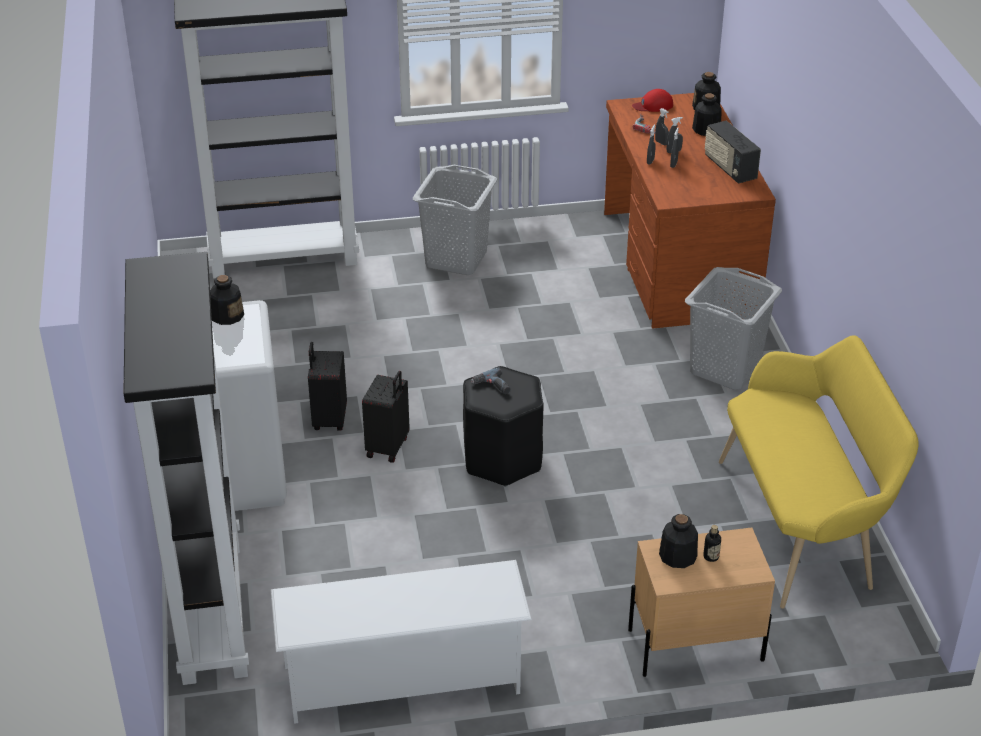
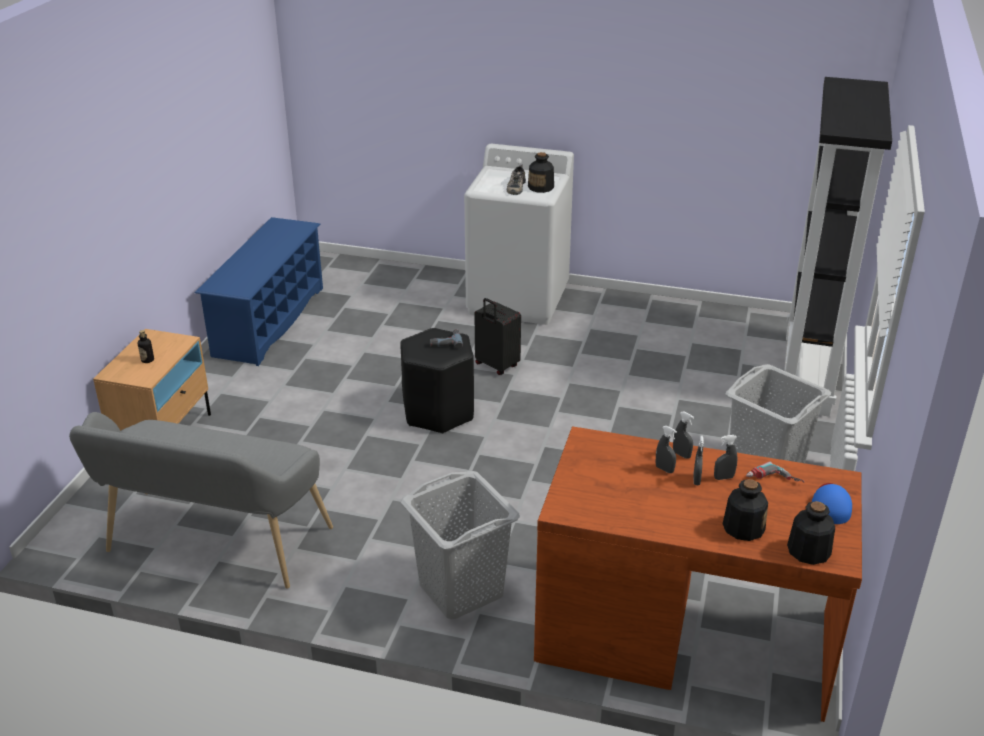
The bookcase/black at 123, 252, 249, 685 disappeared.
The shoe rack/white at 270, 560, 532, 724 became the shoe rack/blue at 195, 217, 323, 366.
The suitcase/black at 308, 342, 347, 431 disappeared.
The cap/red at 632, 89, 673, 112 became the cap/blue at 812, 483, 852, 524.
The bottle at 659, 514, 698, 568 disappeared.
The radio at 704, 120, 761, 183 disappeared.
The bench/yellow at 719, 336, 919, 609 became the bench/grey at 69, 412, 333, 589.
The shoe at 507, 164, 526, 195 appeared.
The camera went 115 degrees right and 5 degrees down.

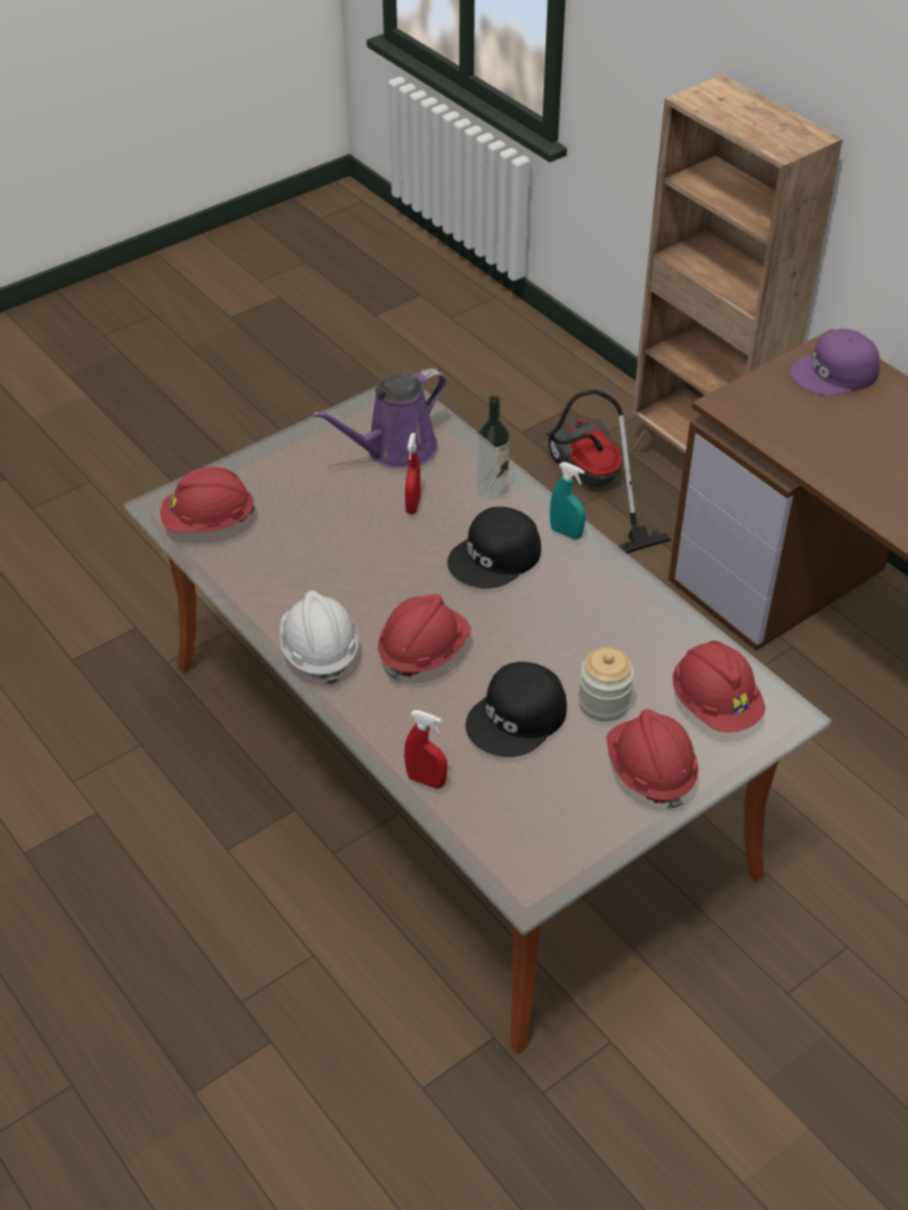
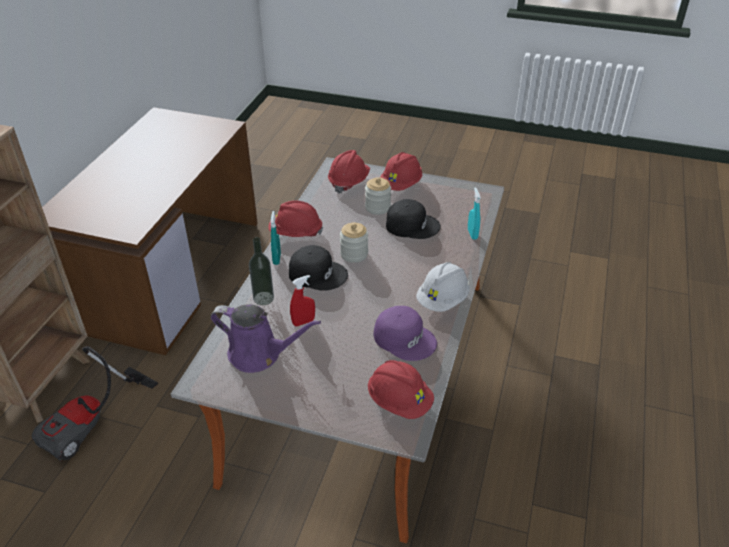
The hard hat/red moved from 378, 594, 471, 681 to 268, 201, 323, 237.
The spray bottle/red at 404, 710, 447, 788 became the spray bottle/turquoise at 468, 187, 481, 240.
The cap/purple moved from 790, 329, 880, 396 to 374, 306, 437, 361.
The jar at 340, 222, 368, 263 appeared.
The camera went 125 degrees left and 5 degrees down.

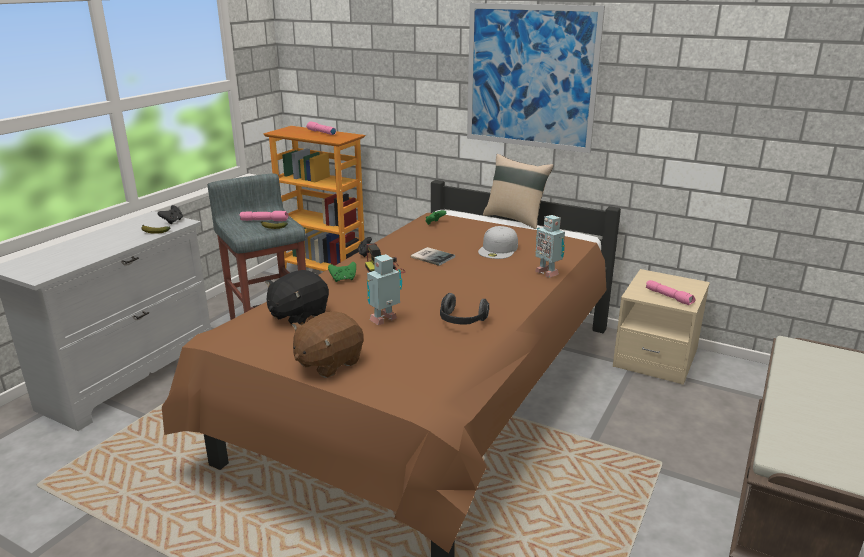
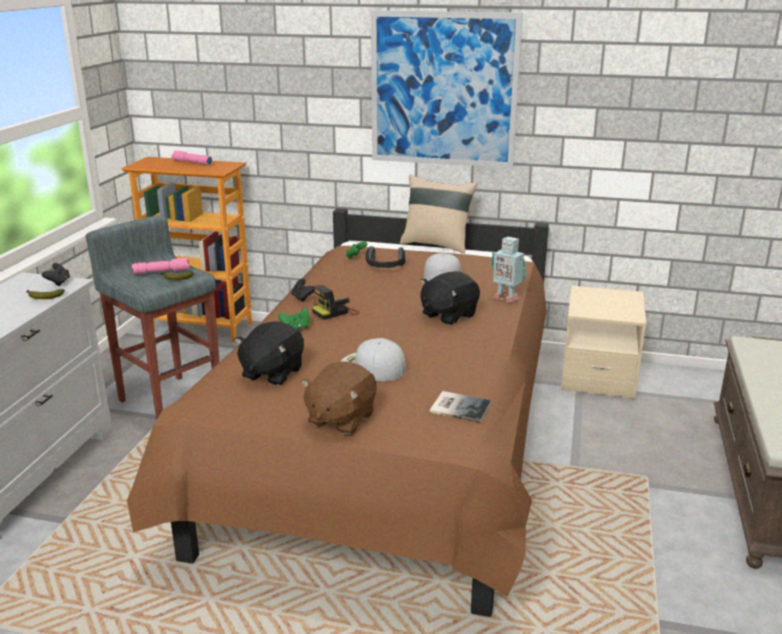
The toy robot at 367, 254, 402, 325 was replaced by the cap/white at 340, 338, 406, 381.
The book moved from 411, 247, 455, 266 to 430, 391, 491, 423.
The headphones moved from 440, 293, 489, 324 to 365, 246, 405, 268.
The flashlight/pink at 646, 280, 696, 305 disappeared.
The plush toy/black at 420, 271, 480, 325 appeared.
The camera went 15 degrees left and 0 degrees up.

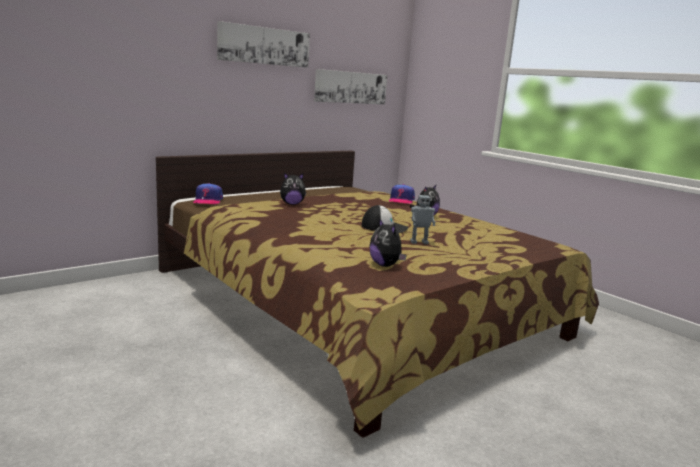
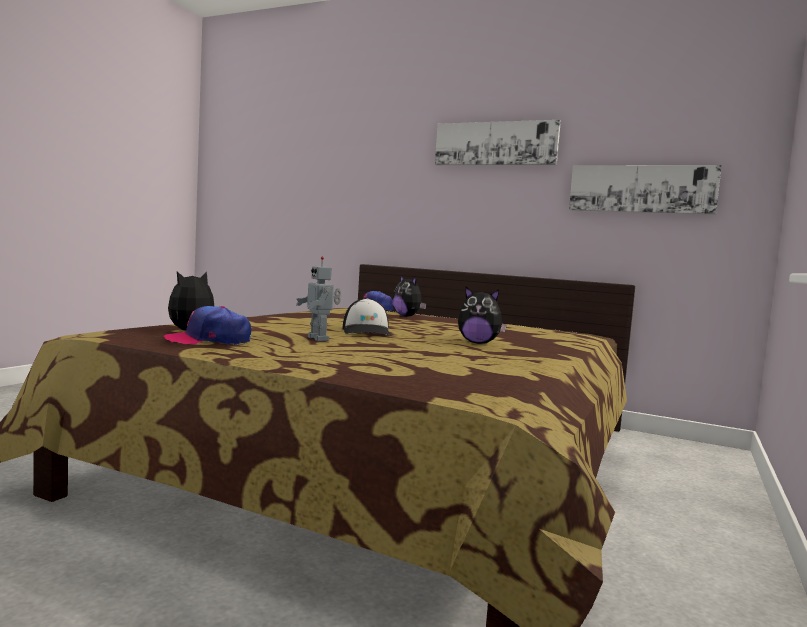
The cap moved from 389, 184, 415, 204 to 164, 306, 251, 345.
The camera went 65 degrees right and 10 degrees down.

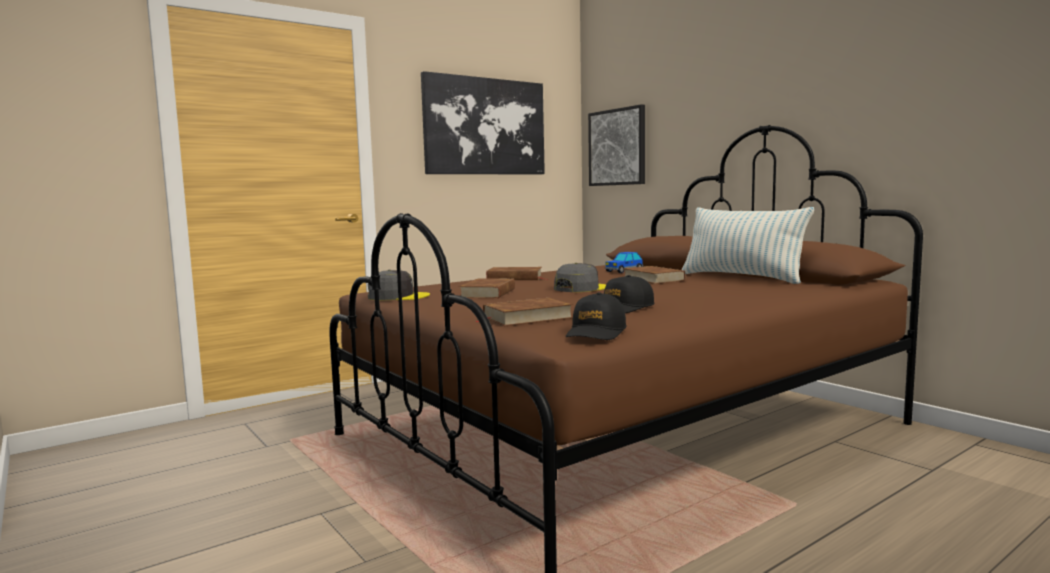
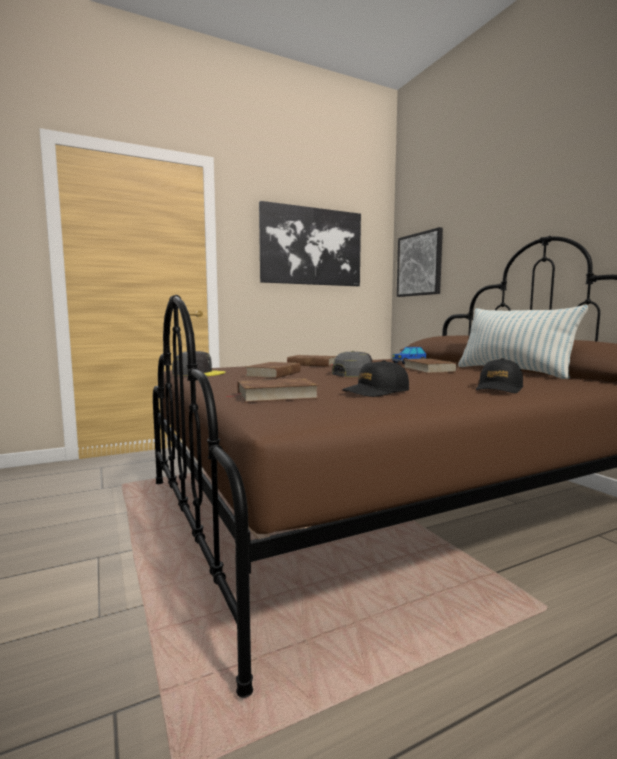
The cap/black moved from 566, 292, 627, 340 to 476, 358, 523, 393.
The camera went 10 degrees right and 0 degrees up.

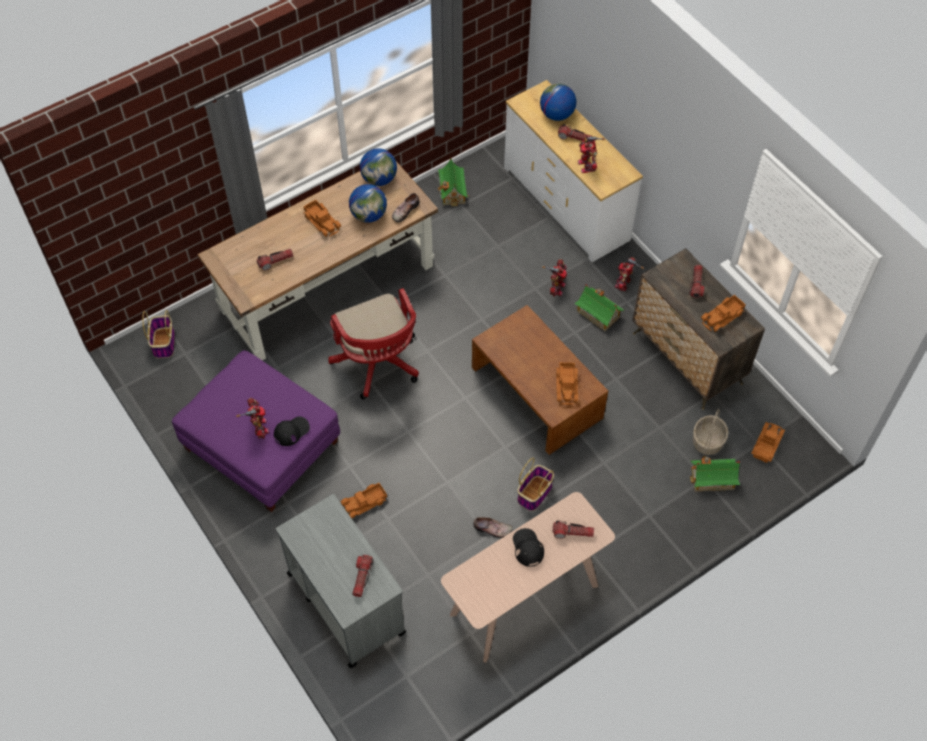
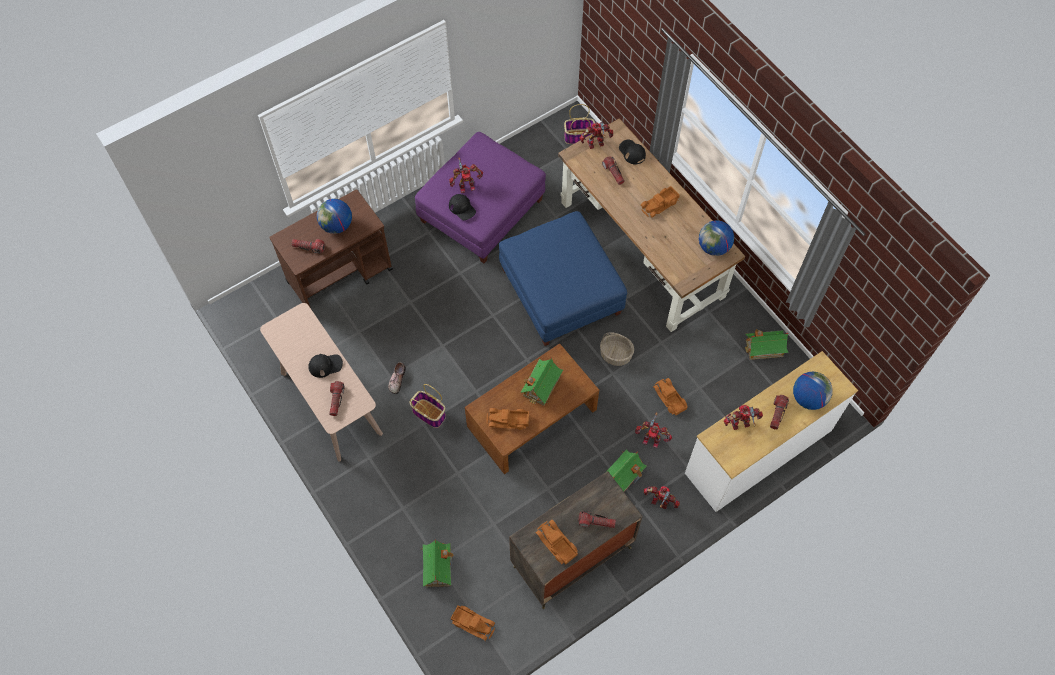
The cart/grey at 276, 494, 406, 668 became the cart/brown at 269, 189, 393, 307.
The office chair/red at 328, 288, 419, 400 was replaced by the ottoman/blue at 499, 211, 627, 346.
The toy truck moved from 340, 483, 387, 518 to 653, 378, 687, 415.
The globe moved from 349, 184, 387, 223 to 317, 199, 352, 234.
The shoe at 392, 193, 420, 222 disappeared.
The basket moved from 693, 409, 729, 455 to 600, 332, 634, 366.
The toy house at 520, 358, 563, 406 appeared.
The toy robot at 579, 122, 613, 149 appeared.
The cap/black at 619, 140, 646, 165 appeared.
The camera went 90 degrees right and 5 degrees up.

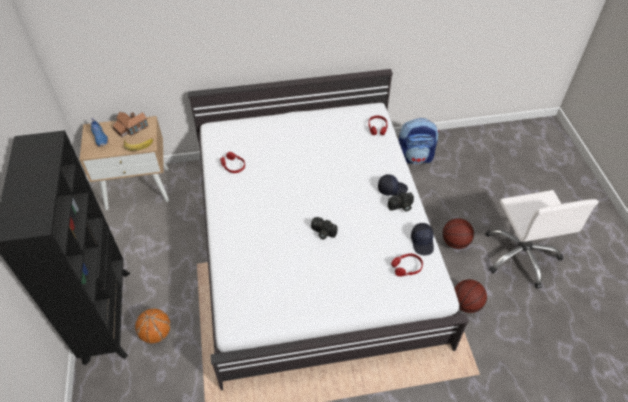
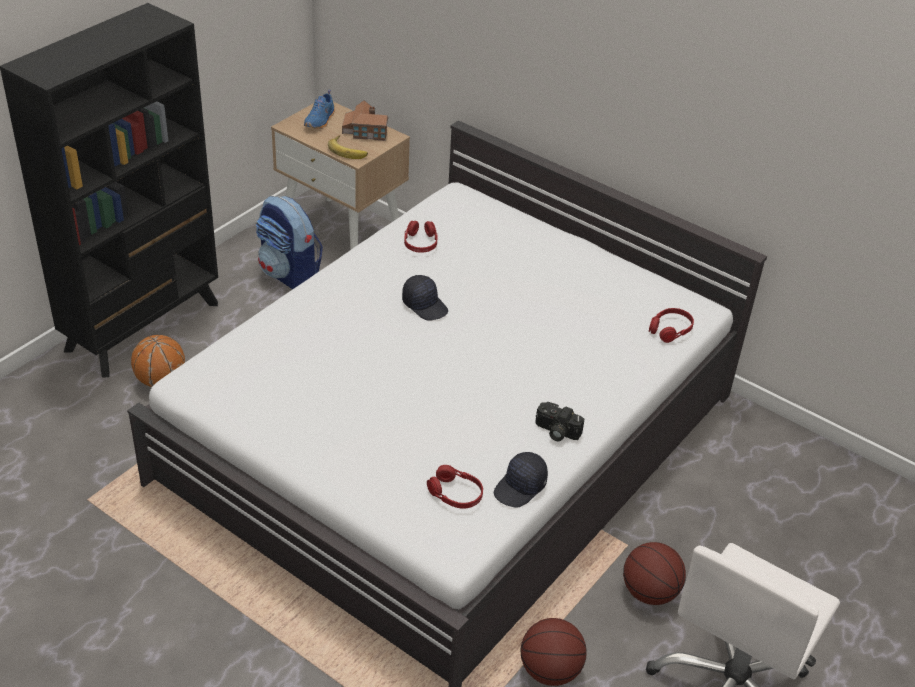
The photo camera at 311, 217, 338, 240 disappeared.
The cap/black moved from 378, 174, 408, 196 to 402, 275, 448, 321.
The backpack moved from 399, 118, 439, 164 to 256, 196, 323, 289.
The camera went 45 degrees right and 10 degrees down.

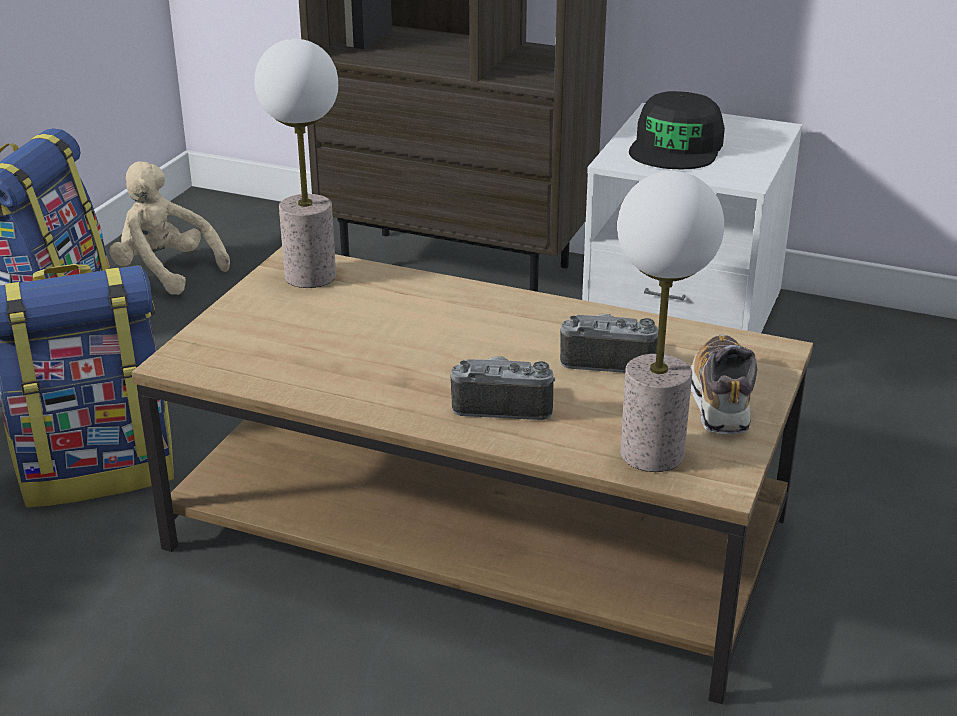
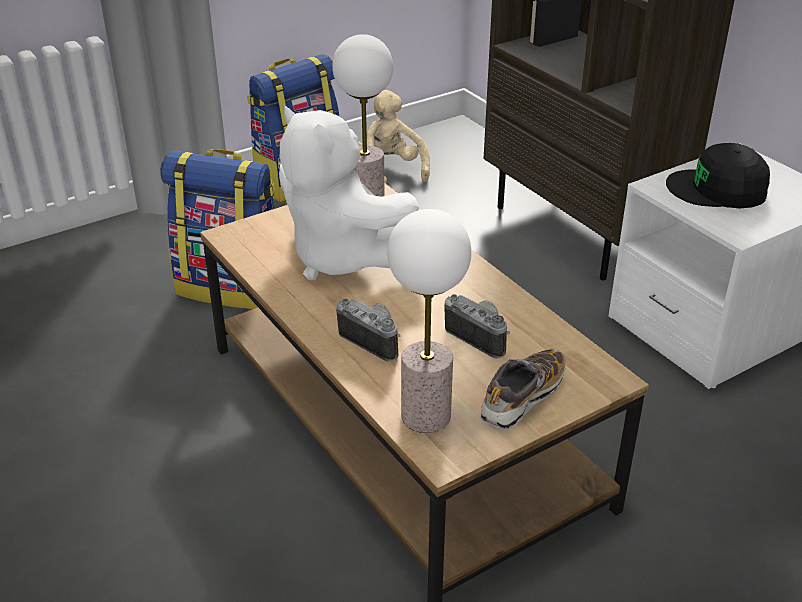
The cap/black at 629, 91, 725, 169 turned 45 degrees clockwise.
The plush toy/white at 279, 105, 419, 280 appeared.
The camera went 35 degrees right and 5 degrees up.

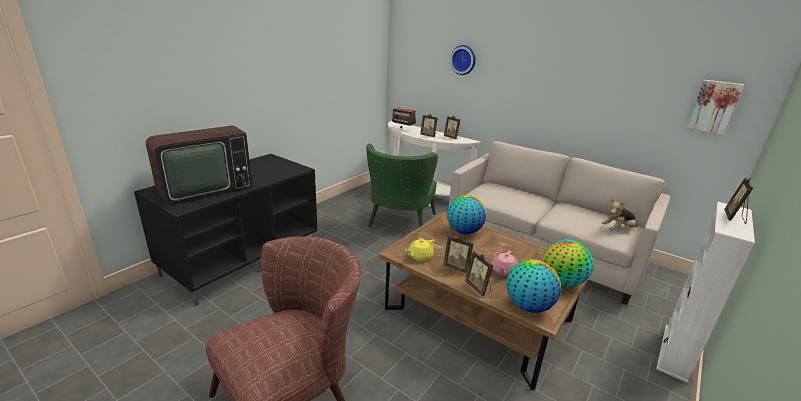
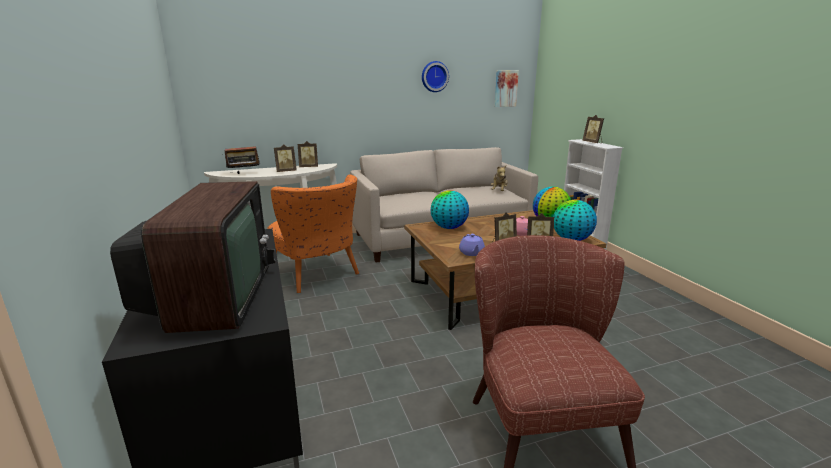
The armchair/green at 366, 144, 438, 227 became the armchair/orange at 267, 175, 359, 293.
The teapot/yellow at 406, 239, 435, 261 became the teapot/purple at 459, 234, 485, 256.
The wall clock moved from 450, 45, 476, 75 to 422, 61, 449, 92.
The camera went 55 degrees left and 5 degrees down.

